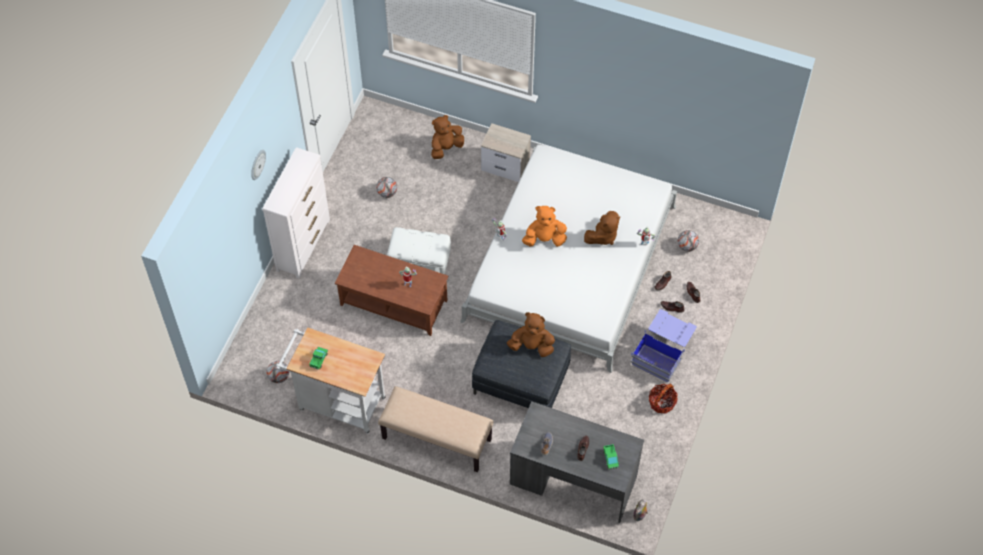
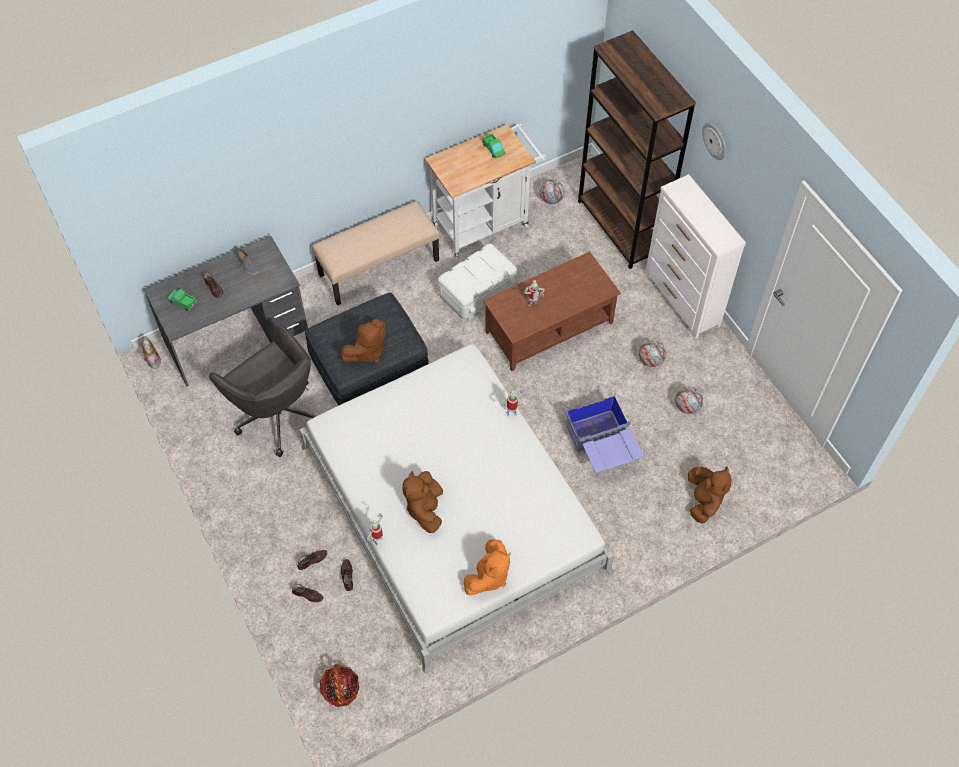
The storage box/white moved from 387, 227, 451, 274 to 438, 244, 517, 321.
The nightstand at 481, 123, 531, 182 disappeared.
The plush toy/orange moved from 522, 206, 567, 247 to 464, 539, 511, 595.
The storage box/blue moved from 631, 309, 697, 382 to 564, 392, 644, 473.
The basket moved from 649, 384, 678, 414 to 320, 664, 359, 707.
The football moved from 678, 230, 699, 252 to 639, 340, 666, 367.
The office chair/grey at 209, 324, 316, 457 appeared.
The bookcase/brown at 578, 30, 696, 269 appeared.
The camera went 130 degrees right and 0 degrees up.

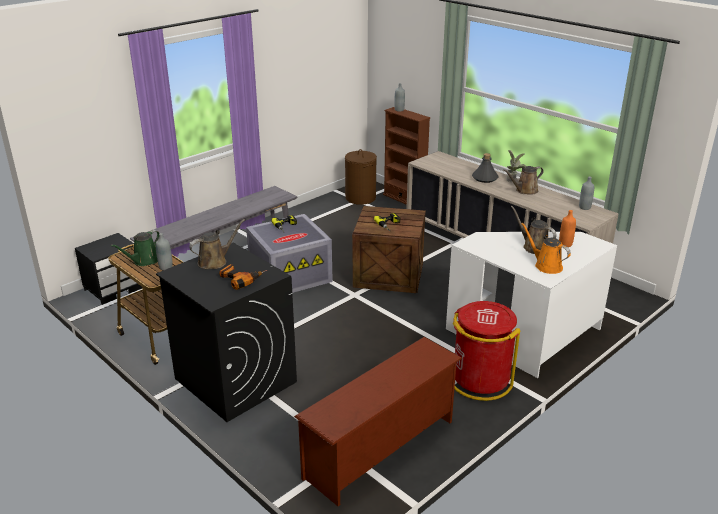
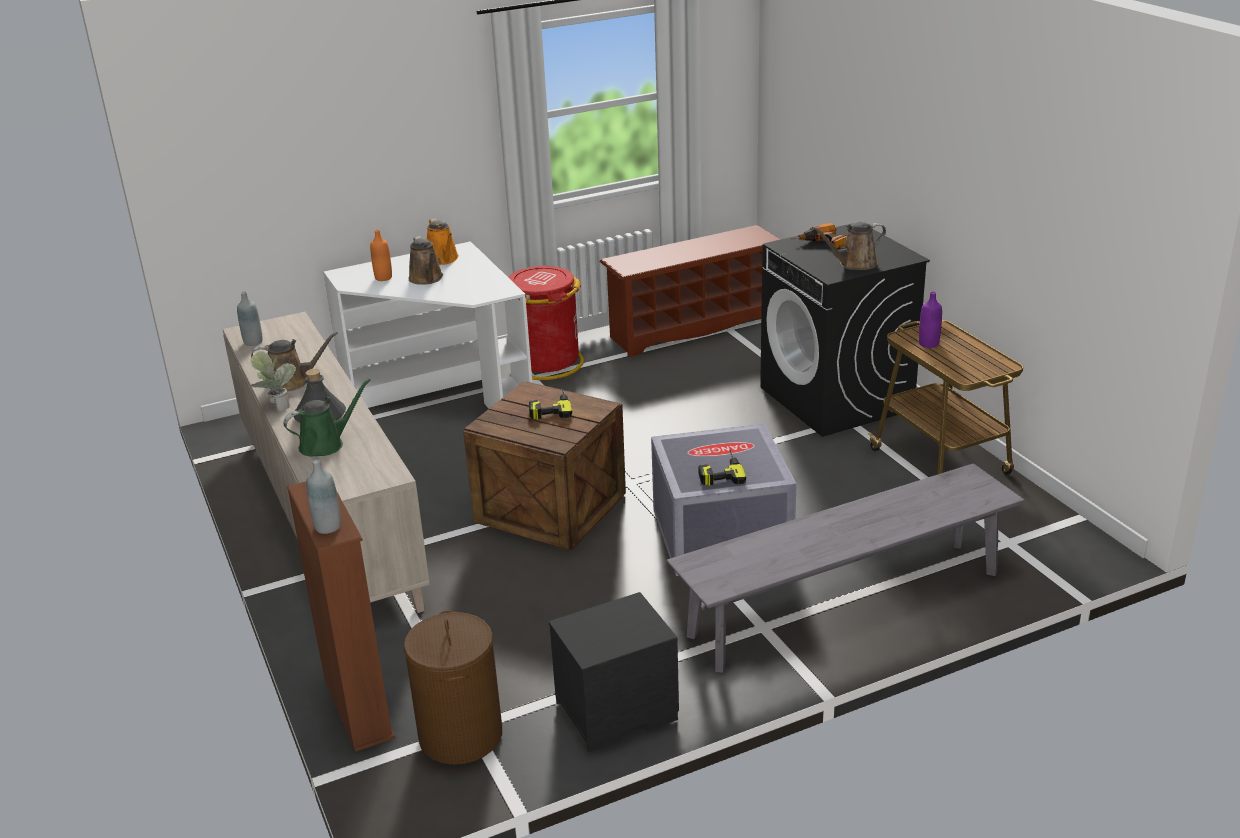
The nightstand/black moved from 75, 233, 142, 305 to 549, 592, 679, 752.
The watering can/green moved from 111, 230, 159, 266 to 283, 379, 371, 457.
The bottle/grey at 156, 233, 173, 270 became the bottle/purple at 919, 292, 942, 348.
The camera went 160 degrees left and 0 degrees up.

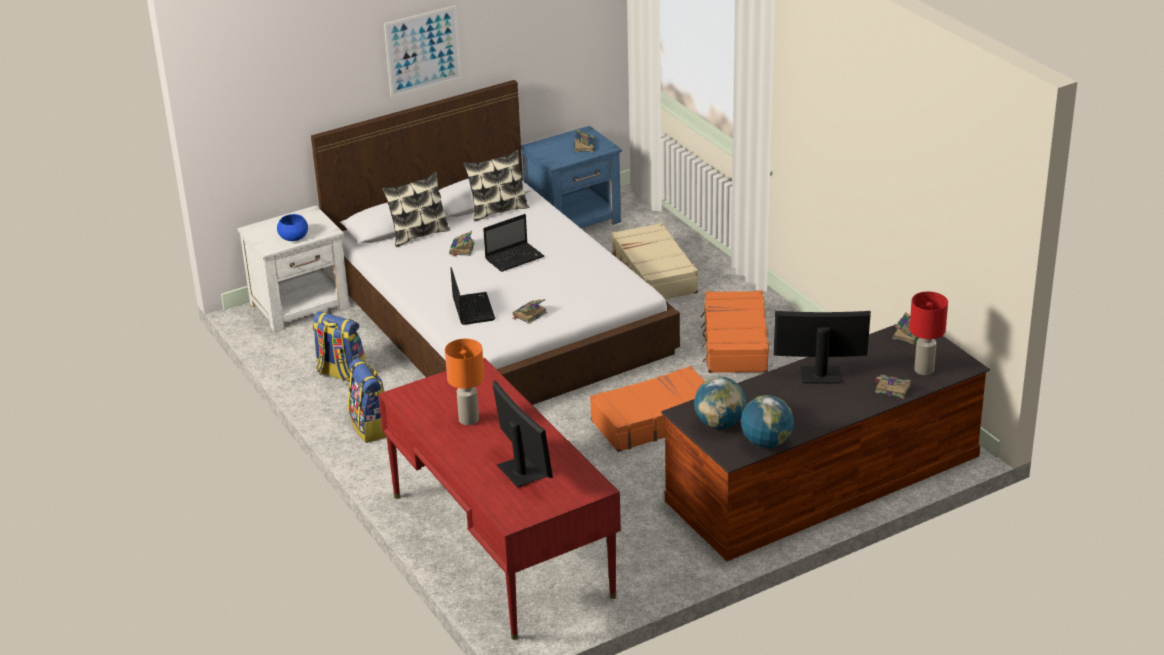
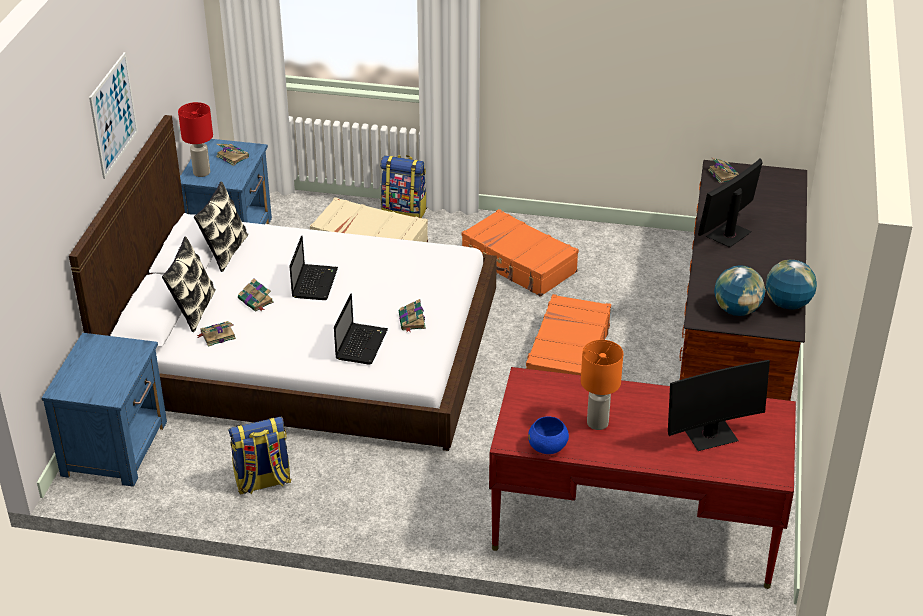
The nightstand/white at 237, 205, 350, 332 became the nightstand/blue at 42, 333, 167, 487.
The bowl/blue moved from 277, 214, 308, 241 to 528, 416, 569, 454.
The backpack moved from 348, 359, 386, 443 to 380, 155, 427, 218.
The laptop at 450, 267, 495, 325 turned 75 degrees clockwise.
The monitor at 493, 380, 553, 488 turned 150 degrees clockwise.
The book moved from 874, 375, 911, 399 to 196, 321, 236, 347.
The table lamp/red moved from 910, 292, 948, 375 to 178, 102, 213, 177.
The camera went 50 degrees left and 5 degrees up.

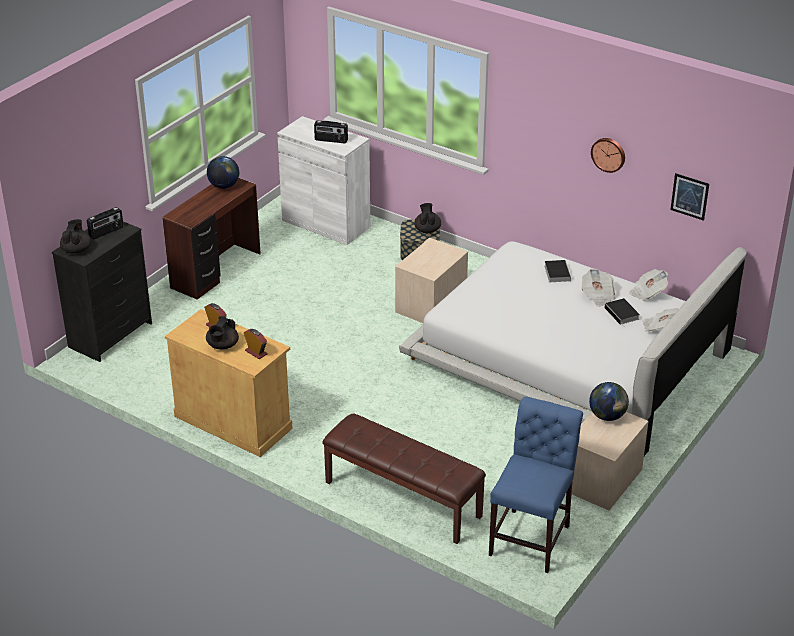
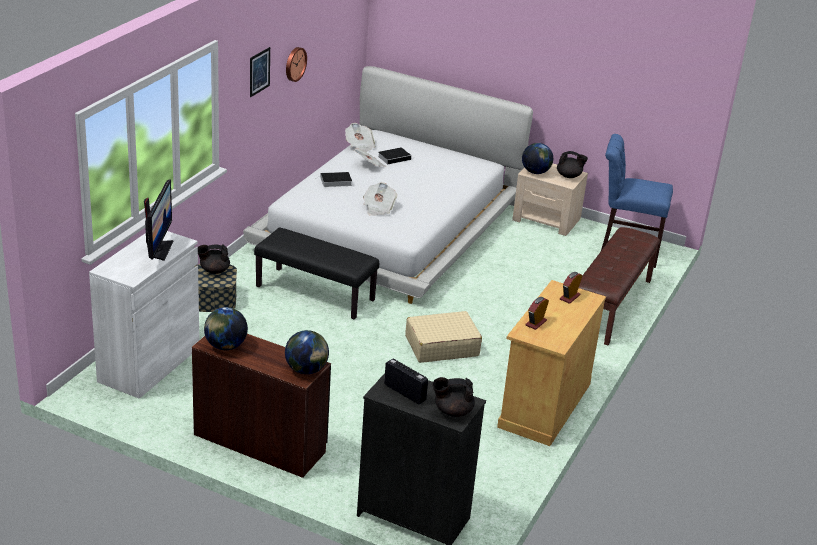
The teapot/black moved from 206, 316, 239, 350 to 557, 151, 588, 178.
The radio at 314, 120, 348, 143 was replaced by the monitor at 144, 180, 174, 261.
The nightstand/beige at 395, 238, 468, 323 was replaced by the bench/black at 254, 228, 379, 320.
The newspaper moved from 643, 308, 678, 331 to 363, 182, 397, 216.
The picture moved from 670, 173, 709, 221 to 250, 47, 270, 97.
The globe at 285, 330, 329, 374 appeared.
The suitcase/beige at 405, 311, 482, 363 appeared.
The camera went 100 degrees left and 5 degrees down.

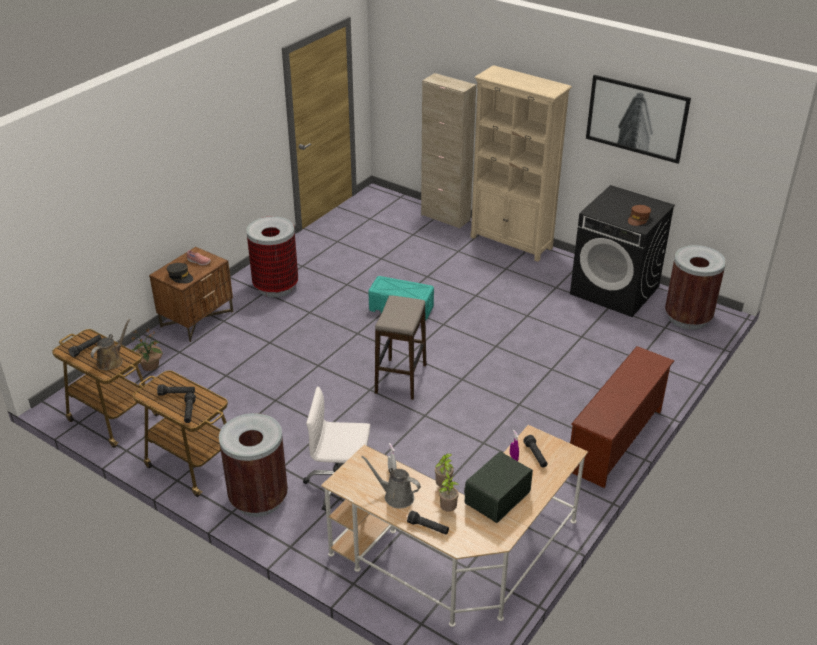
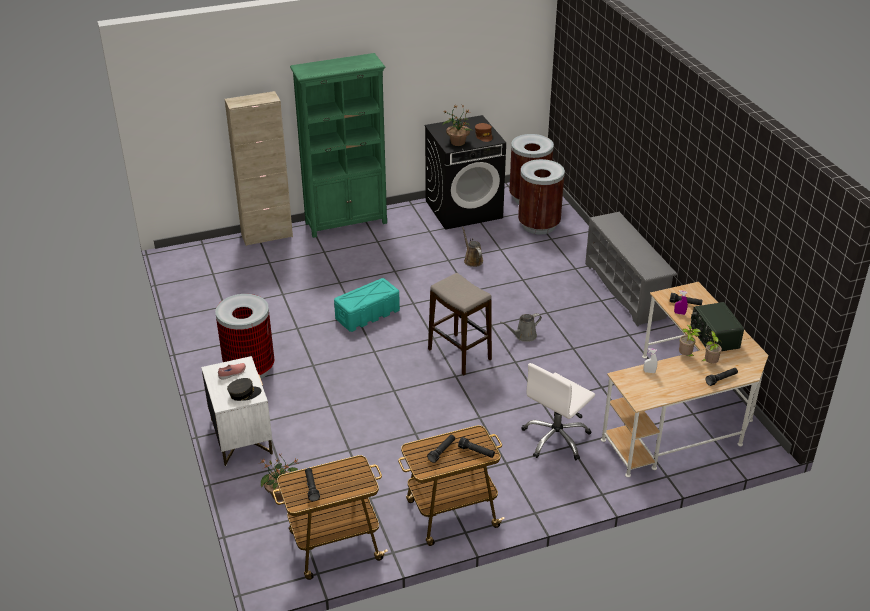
The watering can/brown moved from 91, 319, 131, 370 to 462, 227, 483, 267.
The nightstand/brown at 149, 247, 233, 342 became the nightstand/white at 201, 356, 273, 466.
The trash can/brown moved from 219, 413, 288, 517 to 518, 159, 565, 234.
The watering can/grey moved from 362, 455, 421, 509 to 500, 313, 542, 342.
The bookcase/beige at 470, 65, 572, 262 became the bookcase/green at 290, 53, 387, 238.
The shoe rack/brown at 570, 346, 674, 488 became the shoe rack/grey at 585, 212, 677, 327.
The picture at 586, 75, 691, 164 disappeared.
The potted plant at 442, 104, 472, 146 appeared.
The camera went 55 degrees left and 0 degrees up.

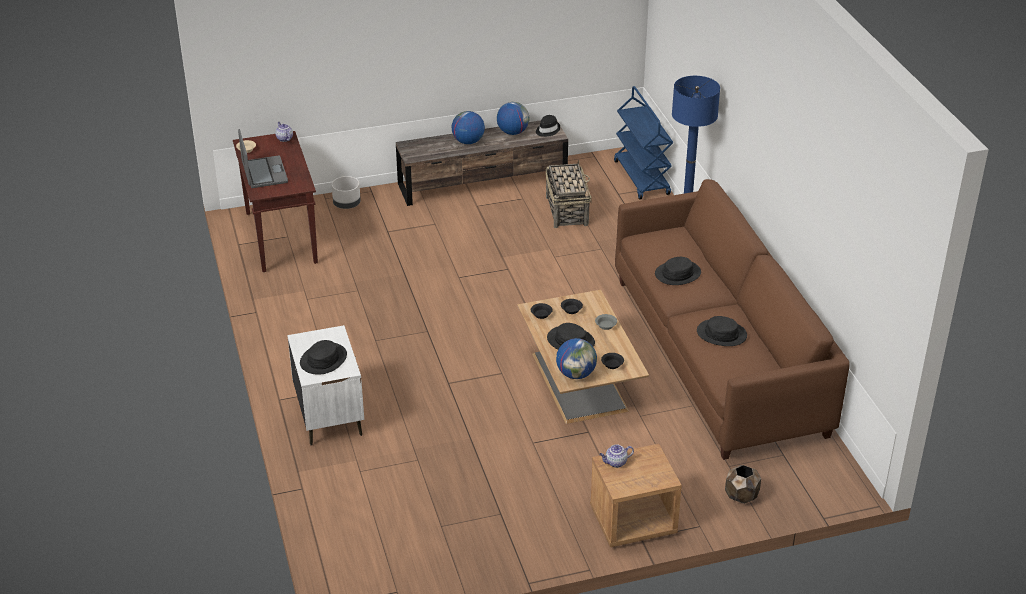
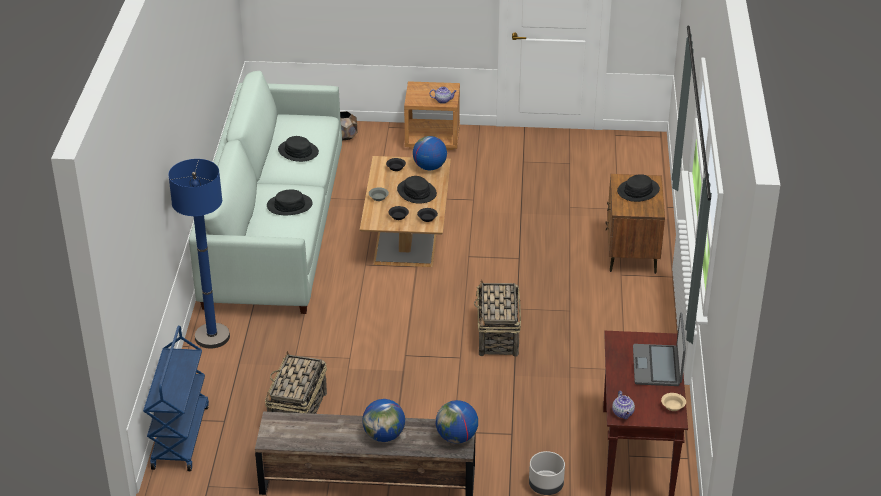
The nightstand/white at 287, 325, 364, 445 became the nightstand/brown at 606, 174, 665, 274.
The globe moved from 497, 102, 529, 135 to 436, 400, 478, 443.
The hat/black at 536, 115, 560, 137 disappeared.
The sofa/brown at 615, 179, 850, 460 became the sofa/white at 189, 71, 342, 314.
The basket at 474, 280, 521, 357 appeared.
The camera went 160 degrees left and 0 degrees up.

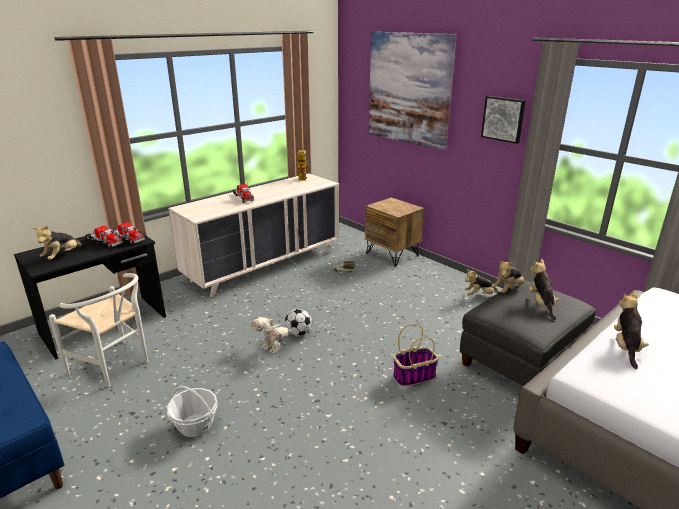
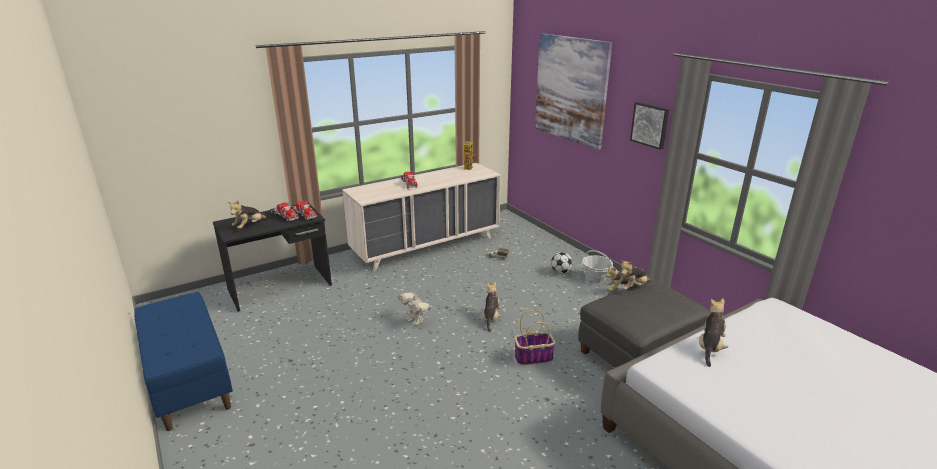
The chair/white at 49, 273, 148, 387 disappeared.
The basket moved from 167, 386, 217, 437 to 582, 250, 613, 283.
The football moved from 285, 309, 312, 336 to 551, 252, 573, 274.
The nightstand/brown at 365, 197, 424, 267 disappeared.
The plush toy moved from 529, 259, 559, 320 to 482, 282, 502, 332.
The camera went 10 degrees right and 0 degrees up.

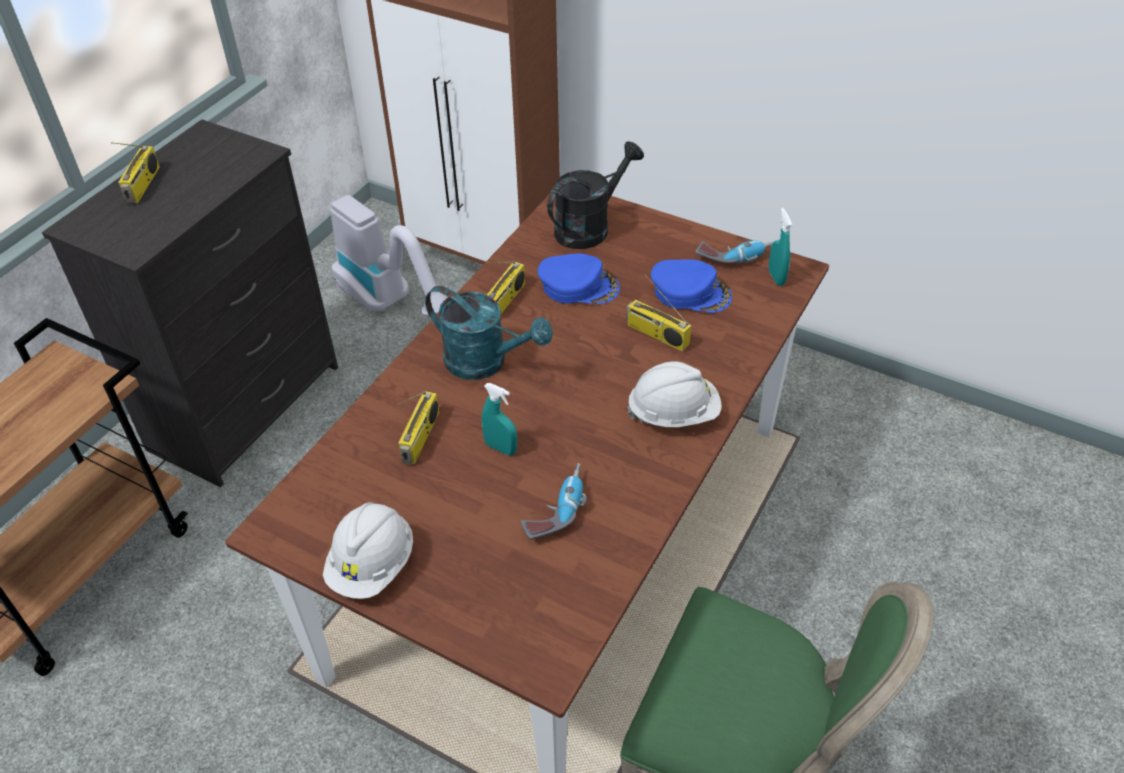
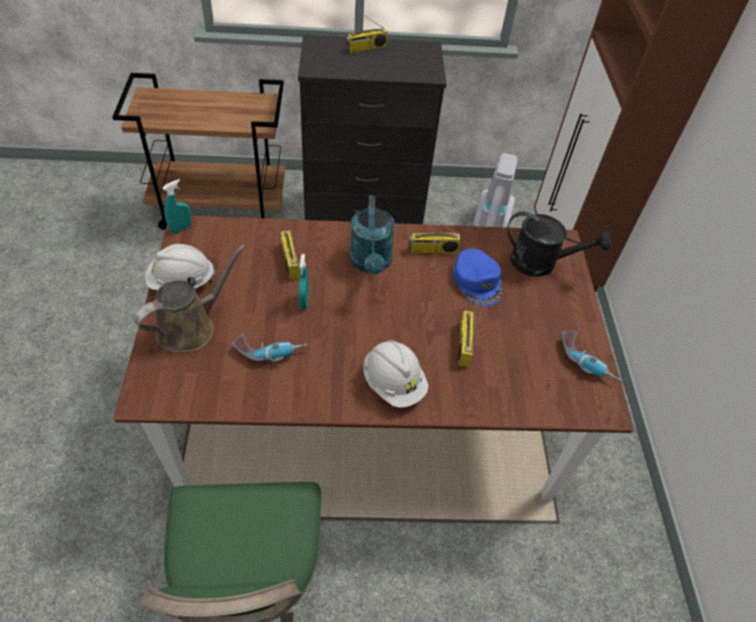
The radio at 398, 391, 439, 465 turned 90 degrees clockwise.
The cap/blue at 651, 259, 732, 313 disappeared.
The spray bottle/turquoise moved from 768, 208, 792, 286 to 162, 179, 191, 234.
The watering can/brown at 134, 244, 246, 352 appeared.
The camera went 55 degrees right and 5 degrees up.

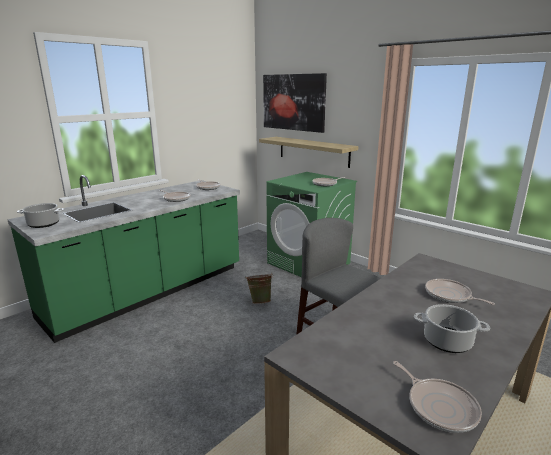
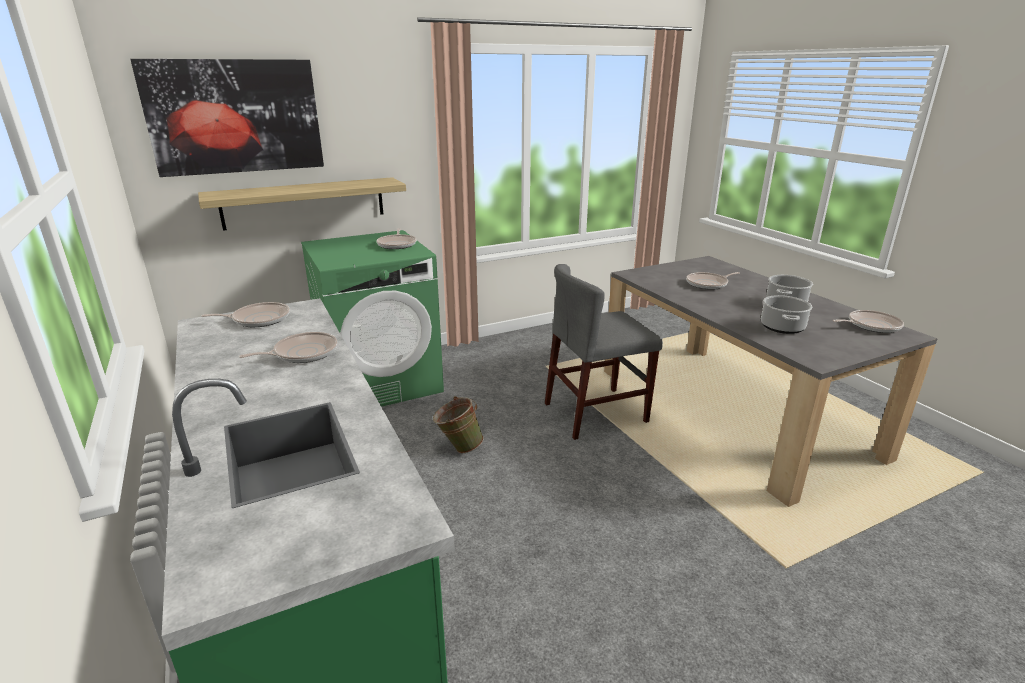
The cooking pot moved from 17, 203, 64, 228 to 761, 295, 812, 334.
The camera went 70 degrees left and 5 degrees up.

